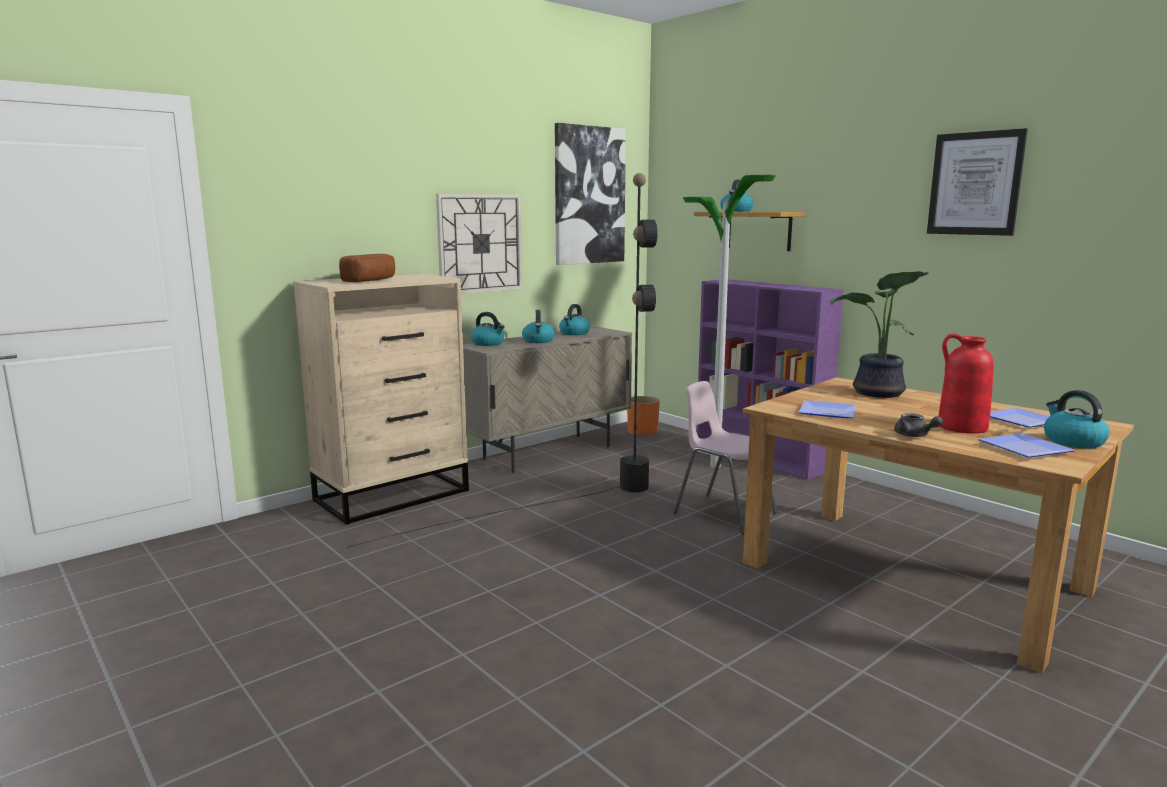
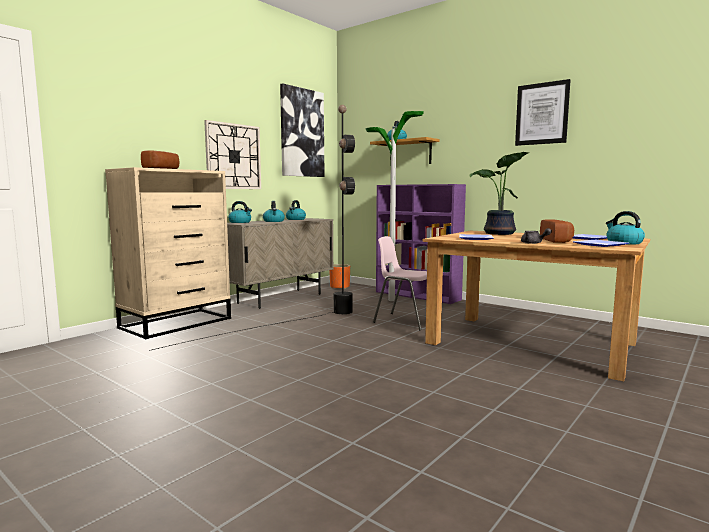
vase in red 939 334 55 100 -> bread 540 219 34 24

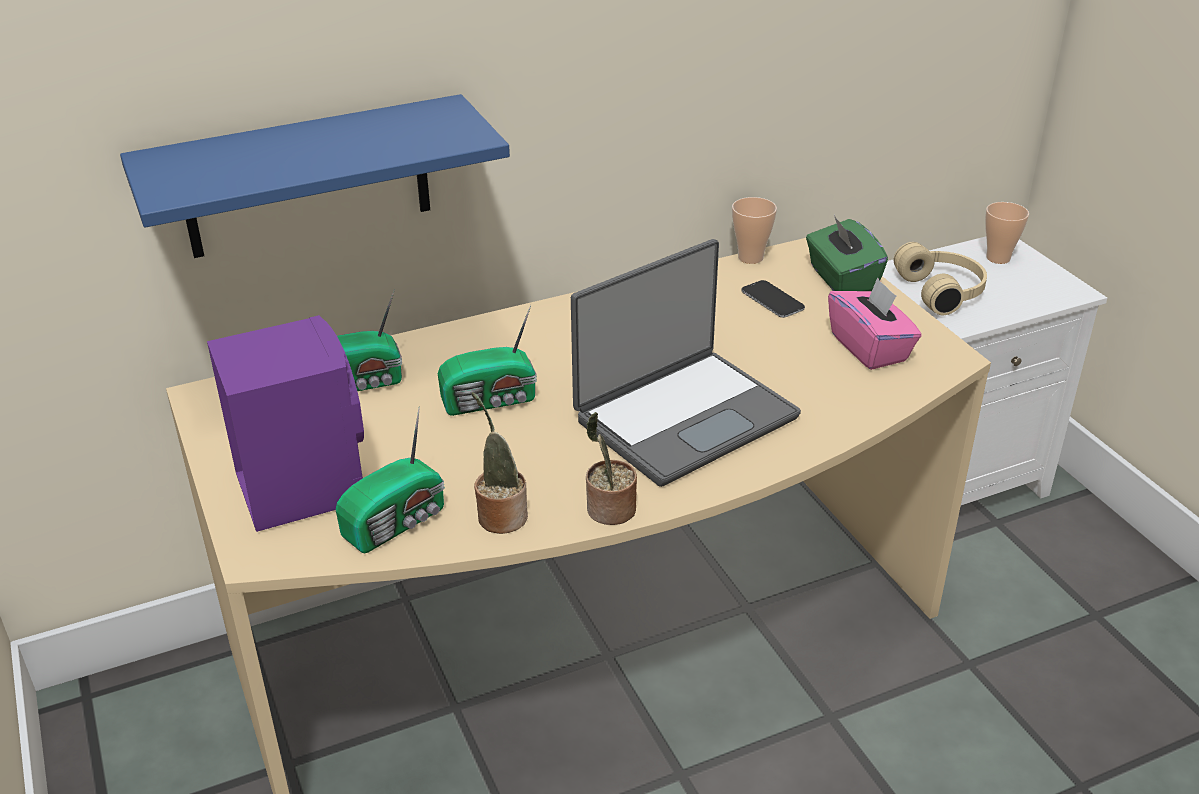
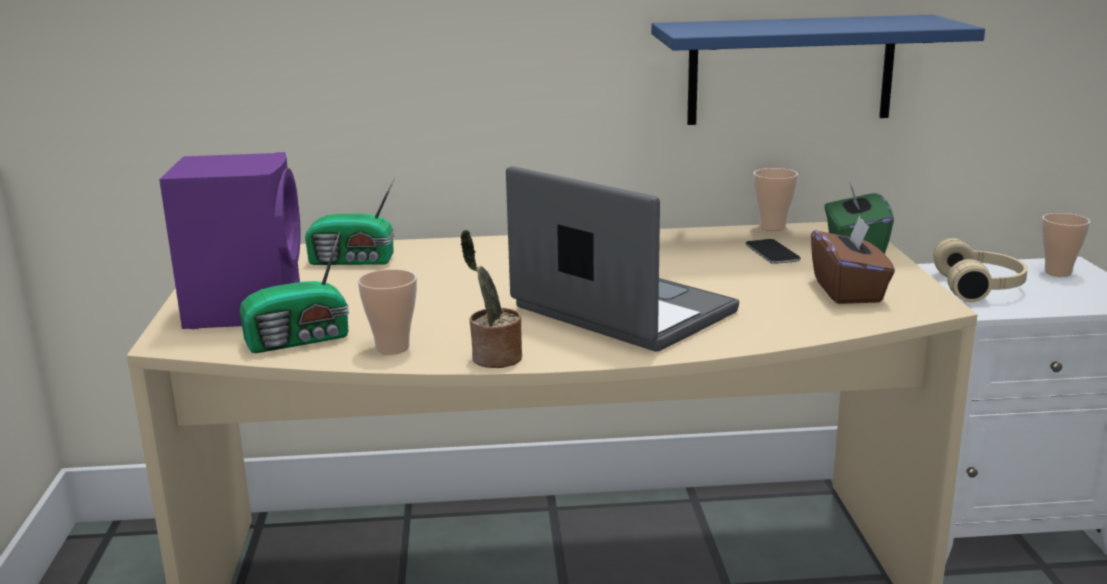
shelf in blue 120 94 390 164 -> shelf in blue 651 15 334 110, move
laptop 571 239 230 248 -> laptop 506 166 233 186, 120 degrees counterclockwise
tissue box in pink 828 277 94 93 -> tissue box in brown 811 216 84 88
radio 438 305 99 111 -> none
potted plant 472 392 56 142 -> cup 358 269 59 86

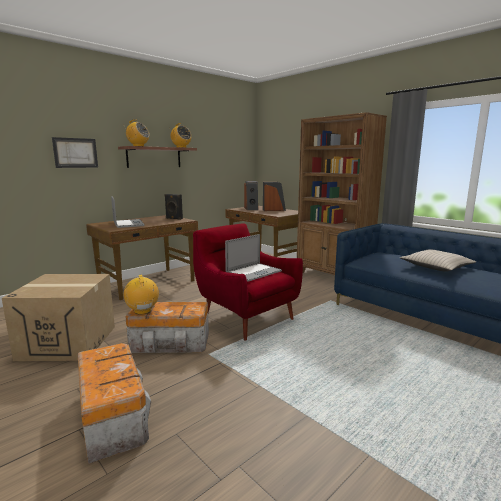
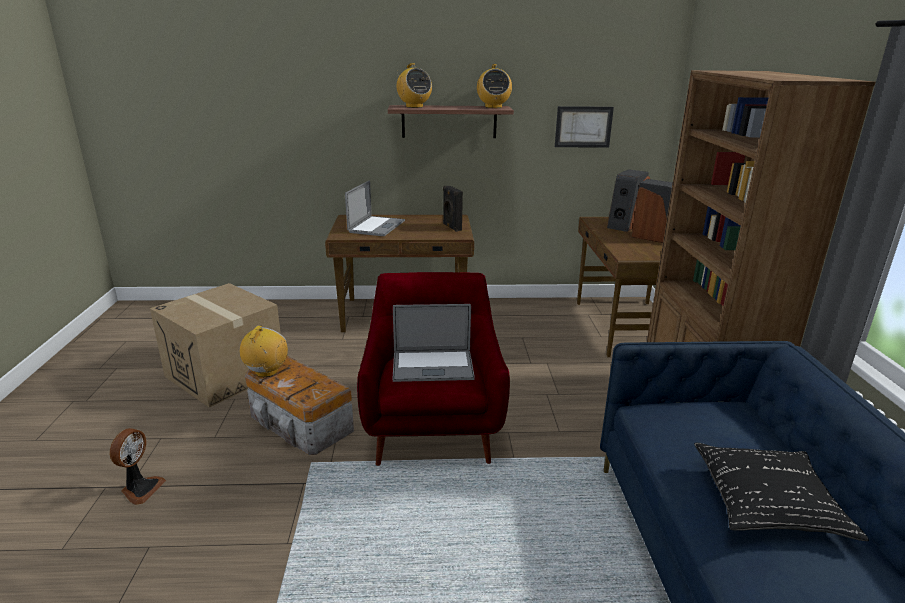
picture 52 137 46 31 -> picture 555 106 59 42, move
pillow in beige 400 249 76 23 -> pillow in black 694 443 175 98
storage box 78 343 73 121 -> fan 109 428 57 77

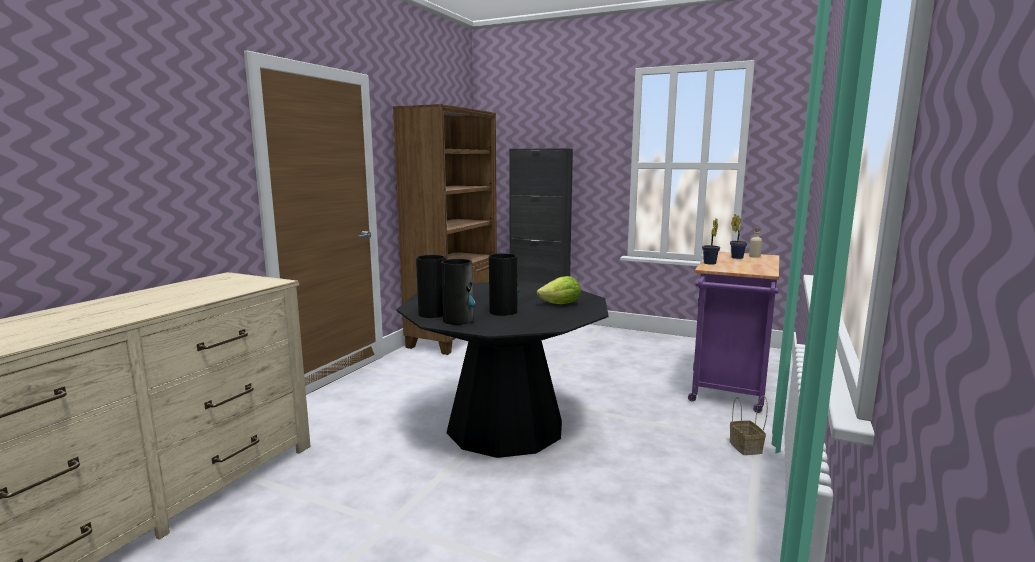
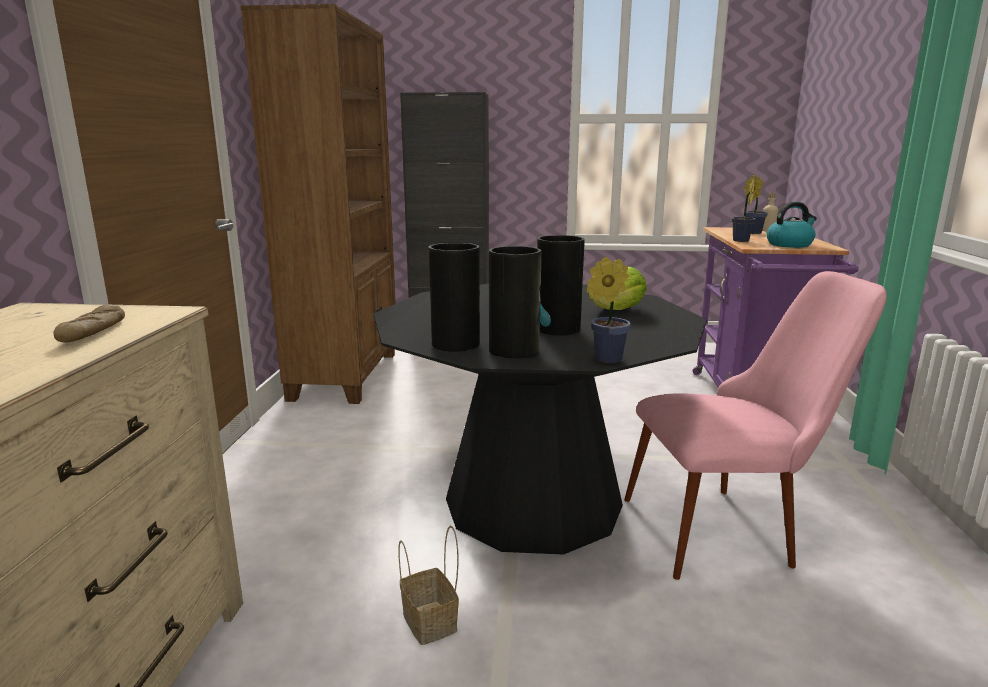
basket 730 396 38 59 -> basket 398 525 61 120, move
none -> kettle 766 202 51 46
none -> potted plant 587 257 44 106
none -> chair in pink 624 271 263 309
none -> bread 54 305 71 37

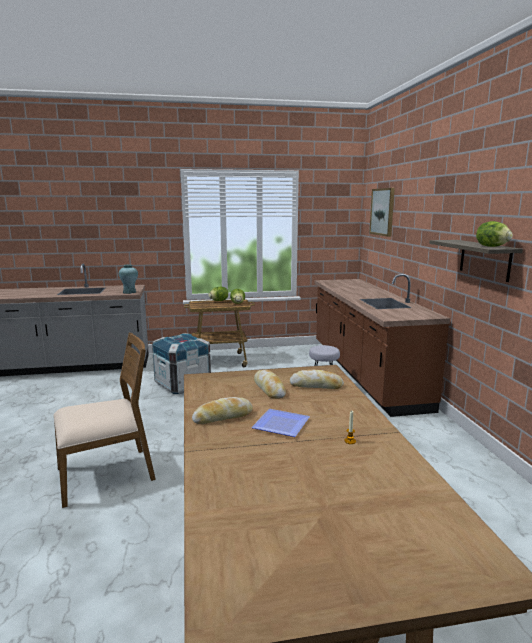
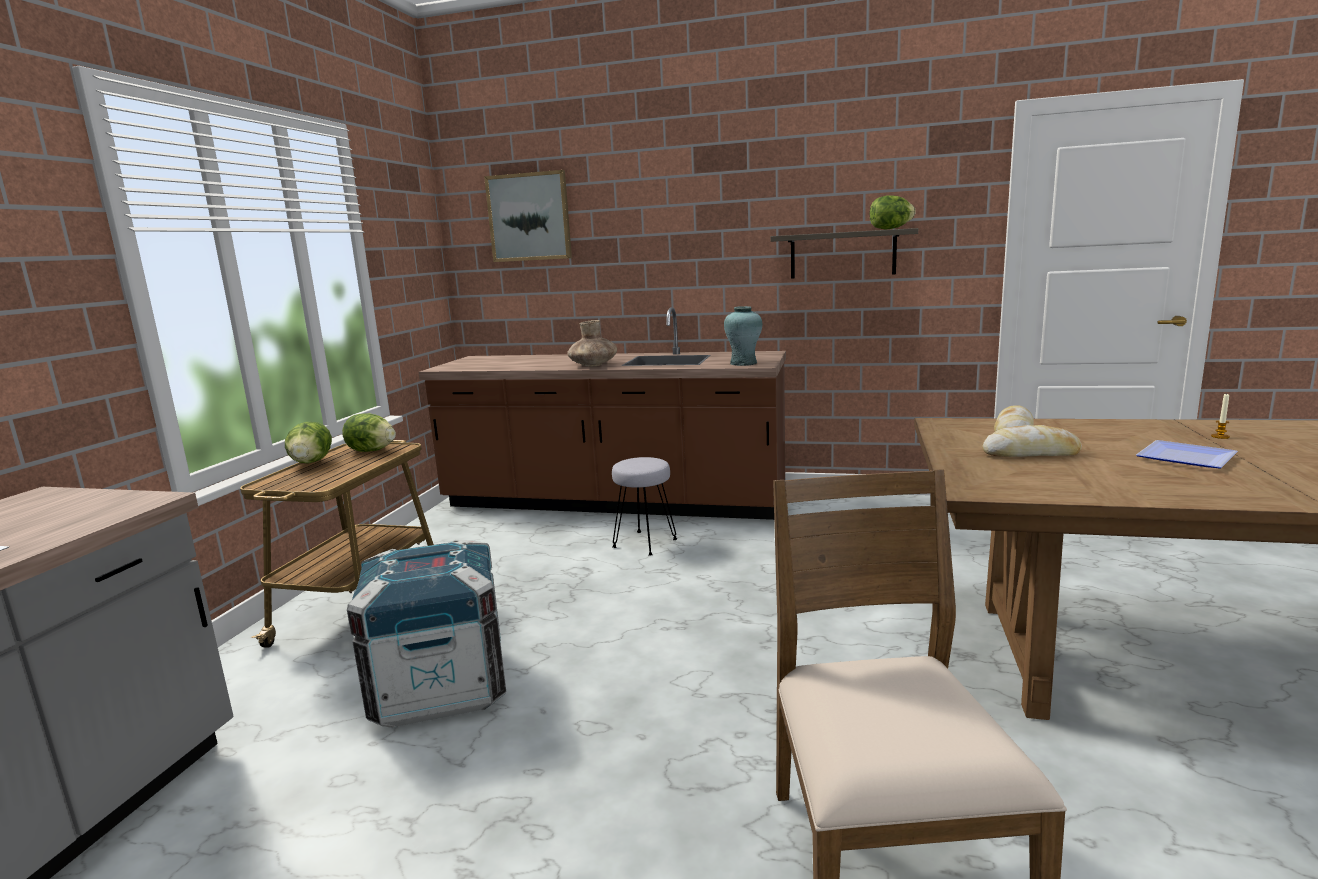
vase in turquoise 119 265 19 29 -> vase in turquoise 724 306 38 60, move
bread 192 397 61 27 -> none
none -> vase in brown 567 320 50 47

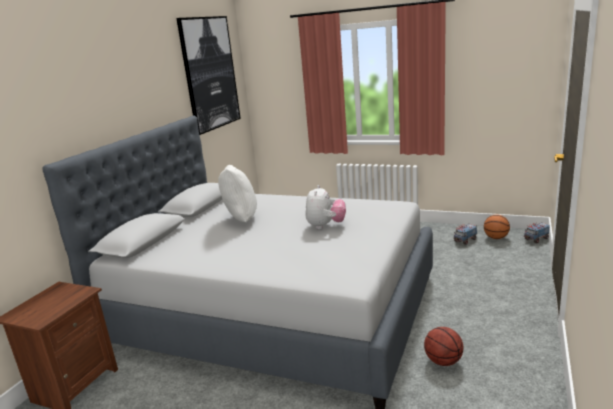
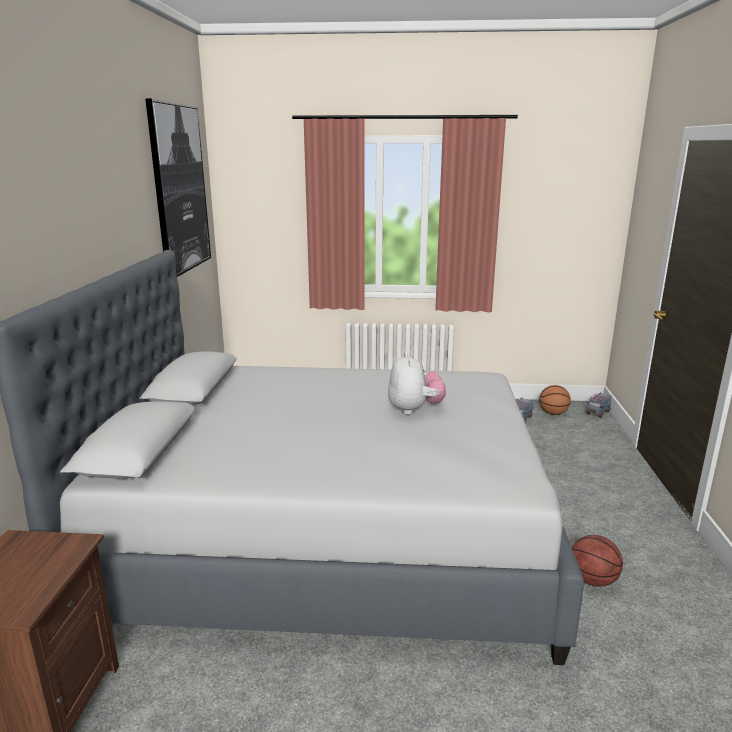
pillow in white 218 165 39 57 -> none

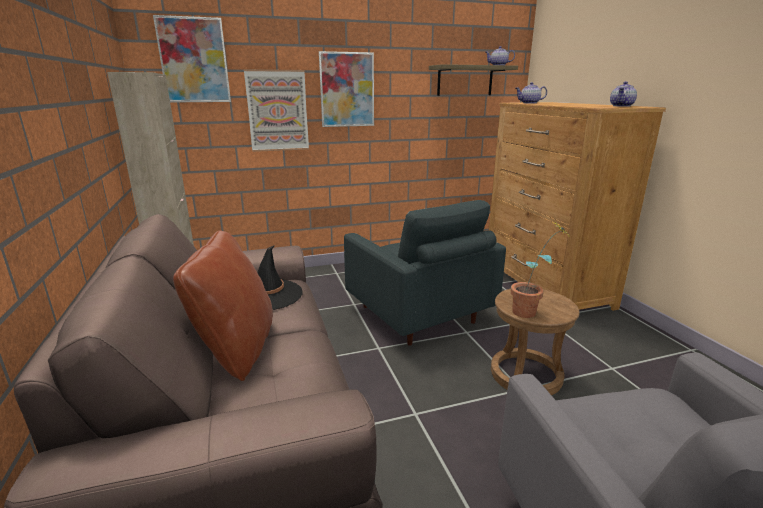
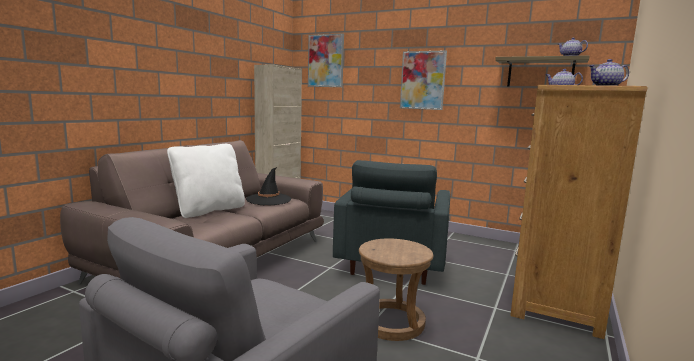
picture 244 69 65 83 -> none
potted plant 511 222 59 96 -> none
pillow in brown 173 230 100 151 -> pillow in white 167 144 78 74

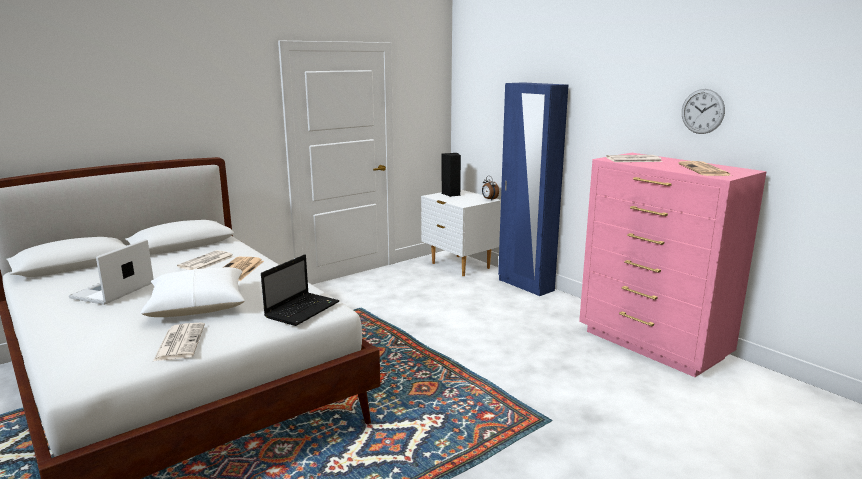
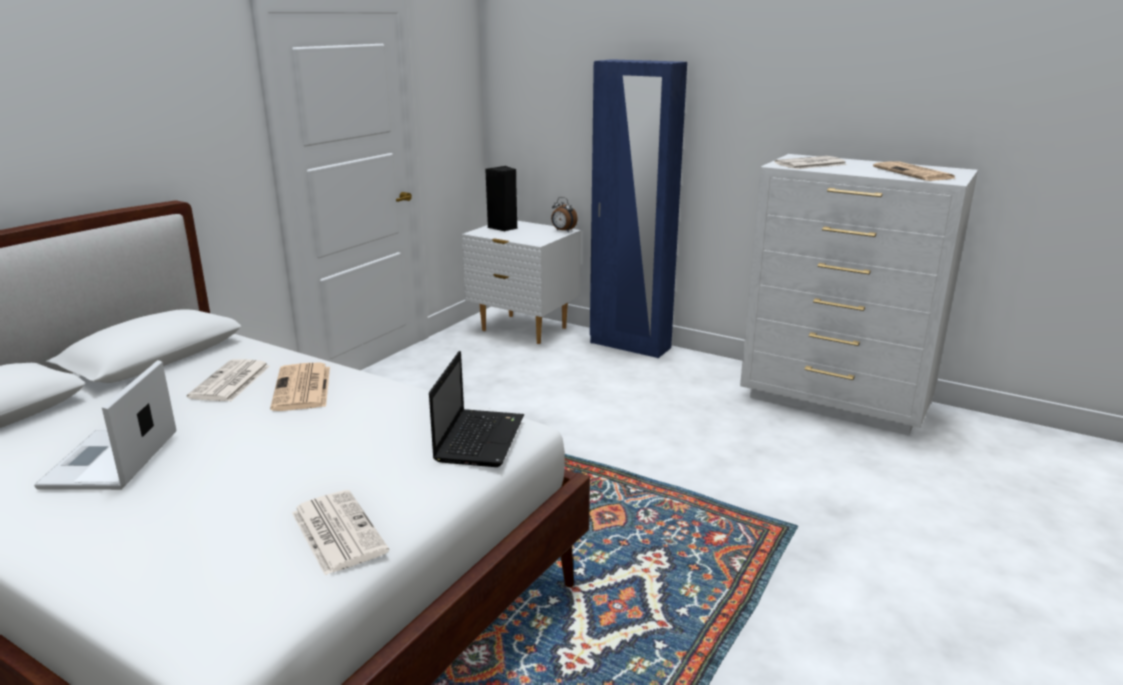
wall clock 682 89 43 45 -> none
dresser in pink 579 153 188 224 -> dresser in white 740 154 238 281
pillow in white 141 267 104 50 -> none

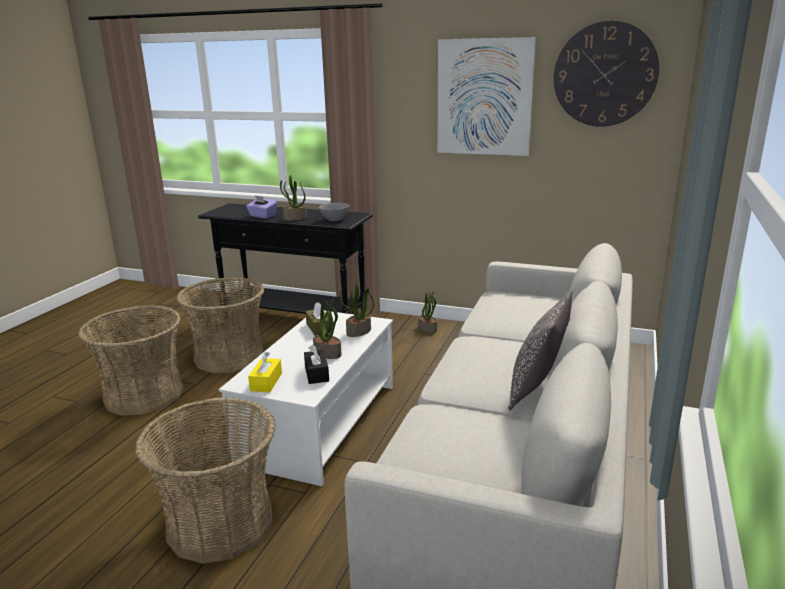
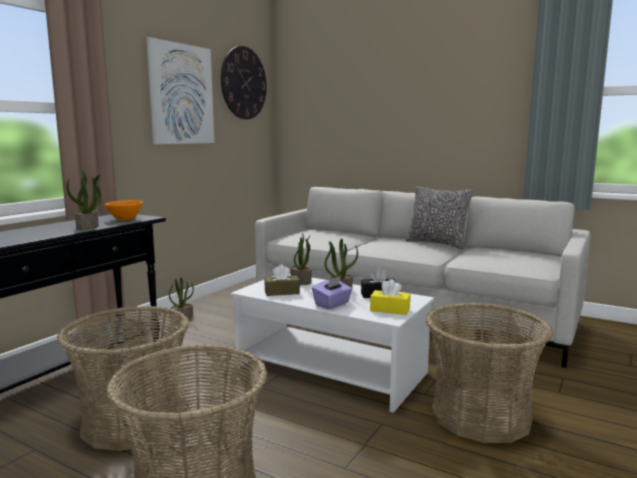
tissue box in purple 246 195 31 24 -> tissue box in purple 312 276 41 33, move
bowl in grey 319 203 31 18 -> bowl in orange 105 200 38 20

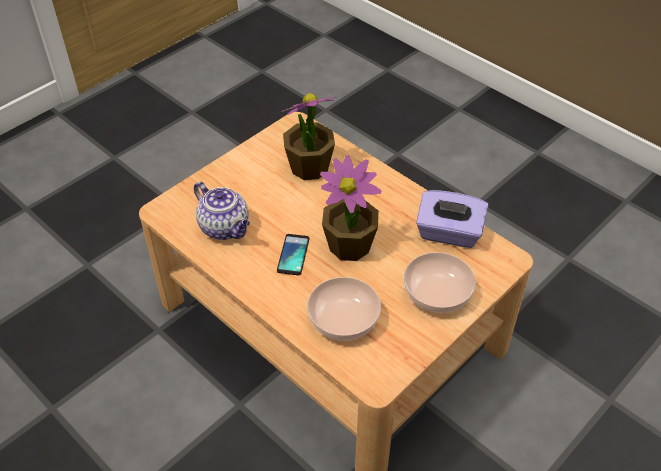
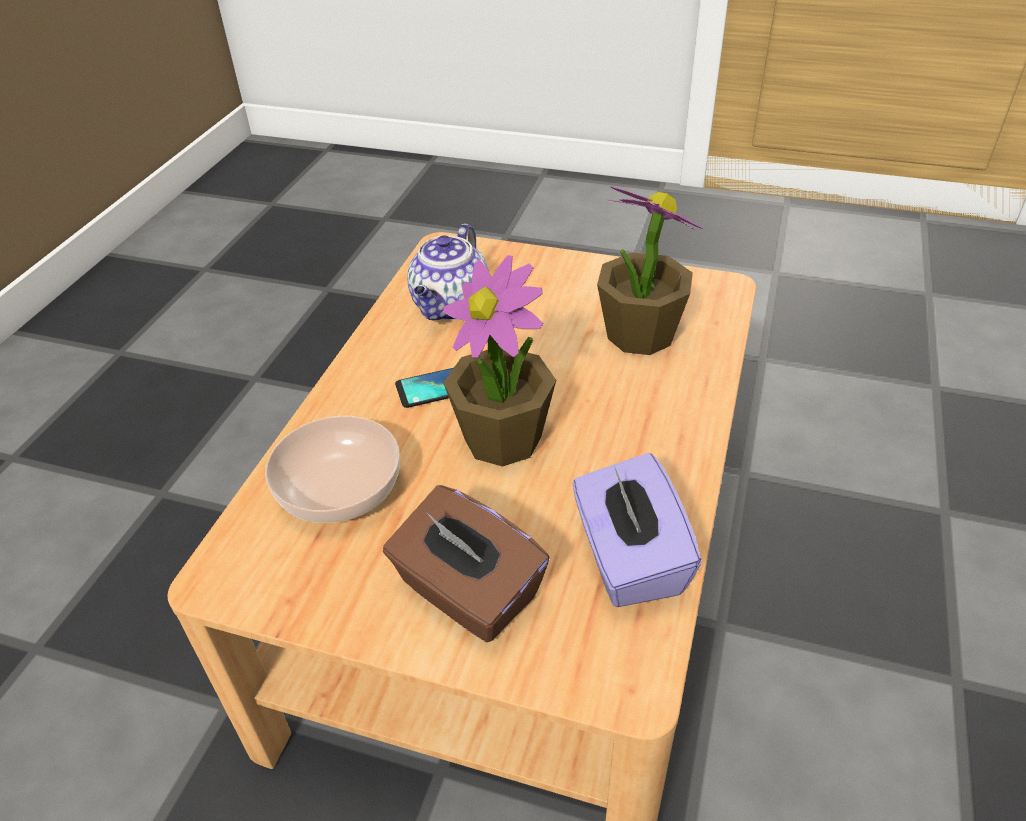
bowl 404 252 72 61 -> tissue box in brown 383 485 167 157

